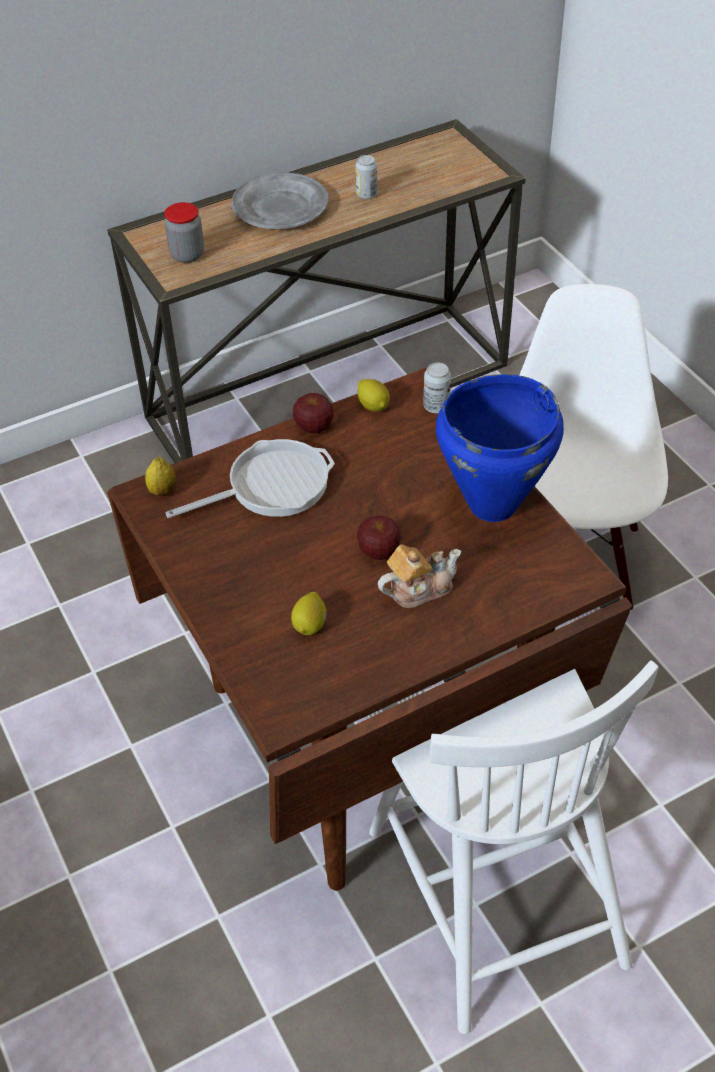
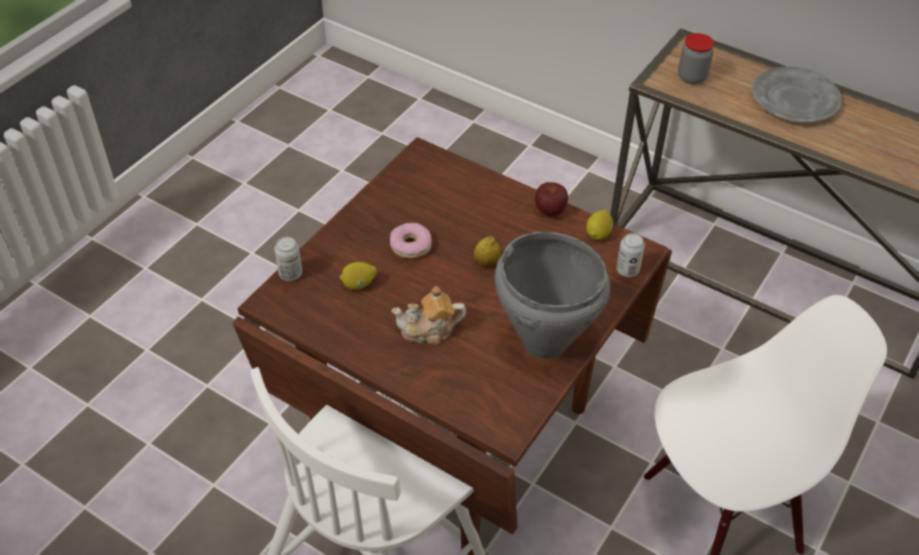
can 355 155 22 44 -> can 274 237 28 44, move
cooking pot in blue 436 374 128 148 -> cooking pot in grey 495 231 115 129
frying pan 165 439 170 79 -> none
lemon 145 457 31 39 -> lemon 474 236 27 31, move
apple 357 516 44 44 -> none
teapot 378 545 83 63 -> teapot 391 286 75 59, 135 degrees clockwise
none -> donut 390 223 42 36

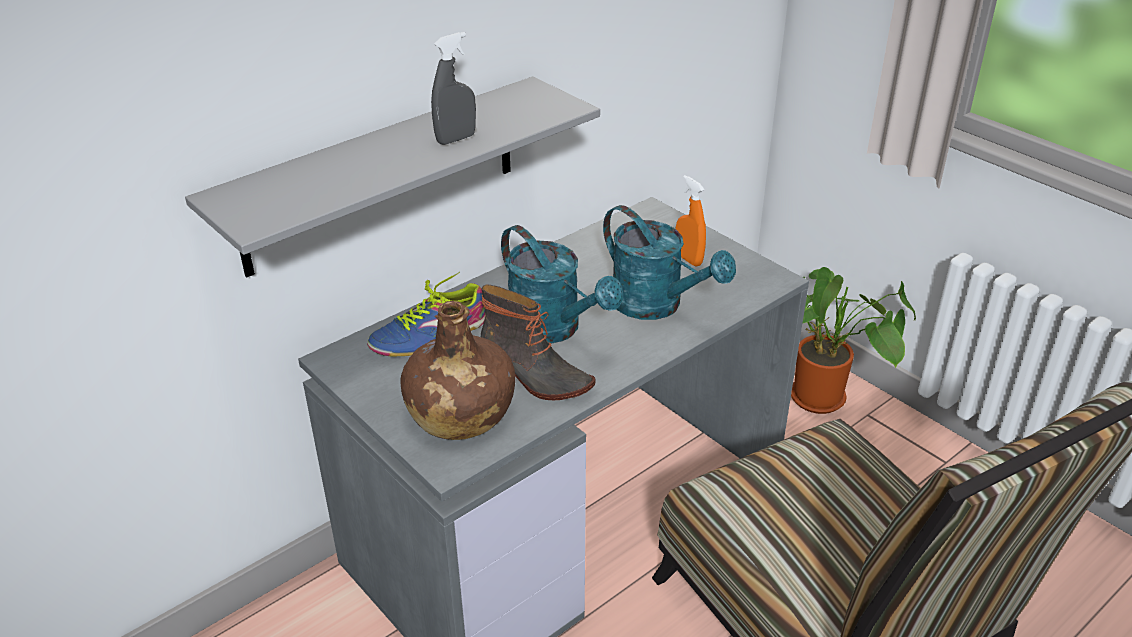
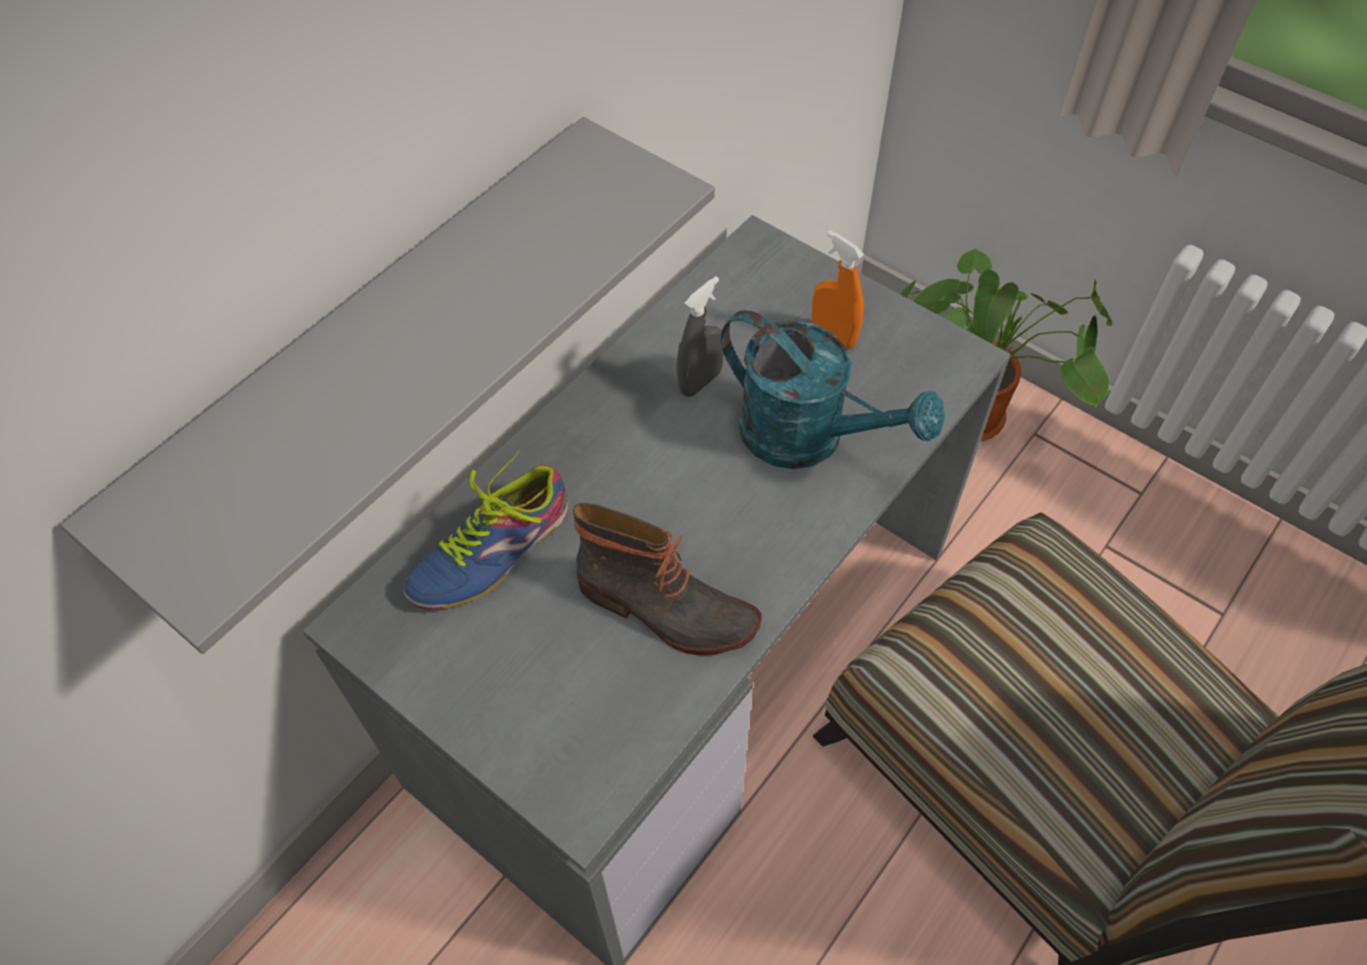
spray bottle in grey 431 32 45 113 -> spray bottle in grey 677 276 47 121, move
watering can in turquoise 501 225 122 119 -> none
bottle in brown 400 301 115 139 -> none

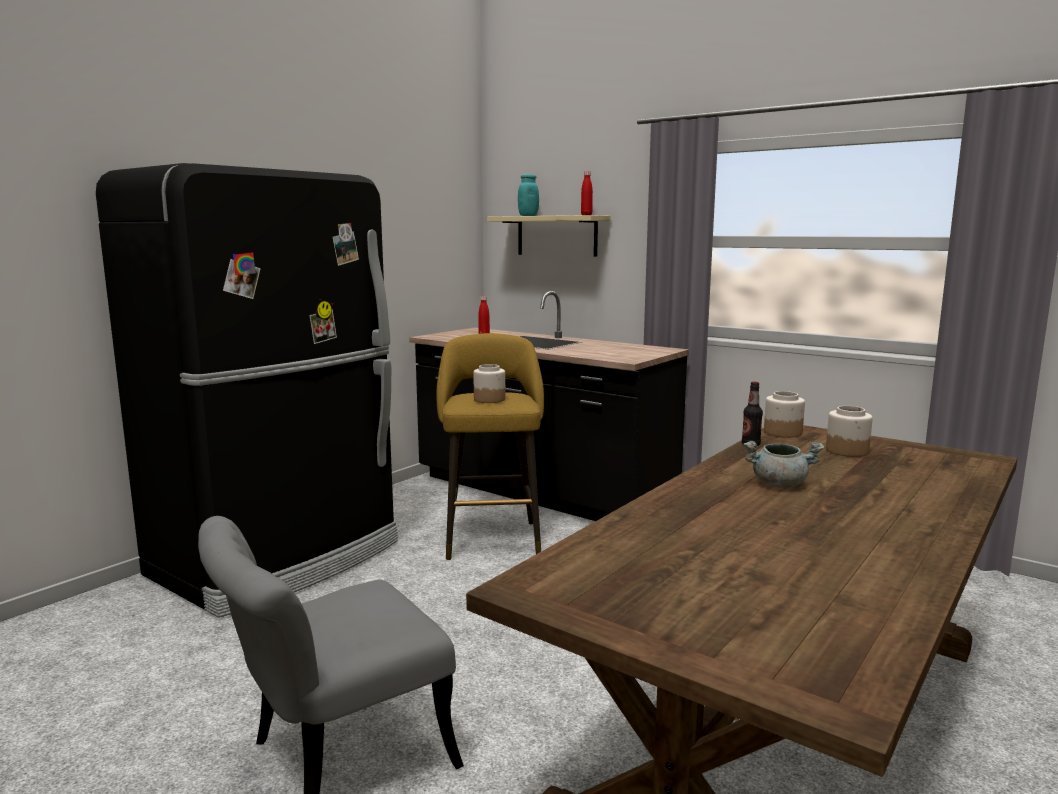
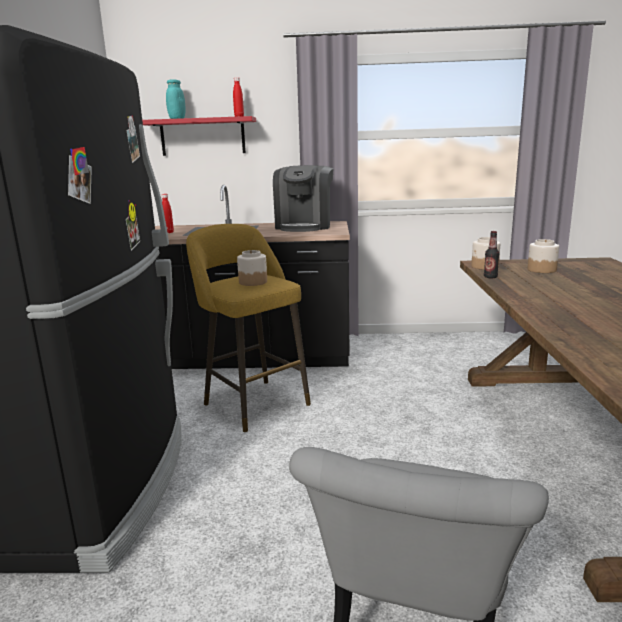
shelf in beige 487 215 124 42 -> shelf in red 142 116 114 40
cooking pot in grey 743 441 81 47 -> none
none -> coffee machine 273 165 61 67

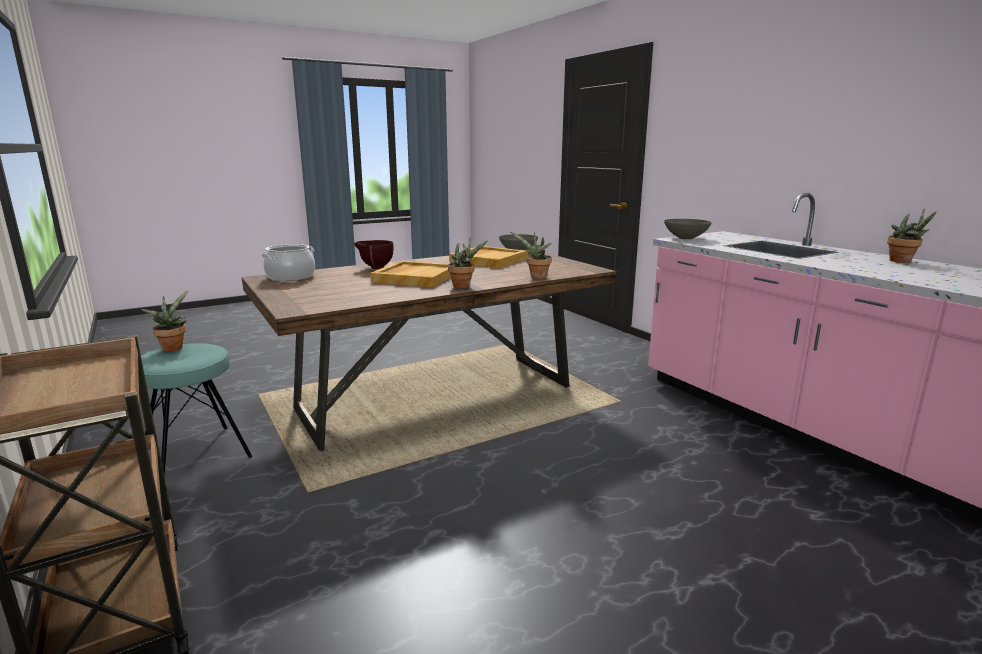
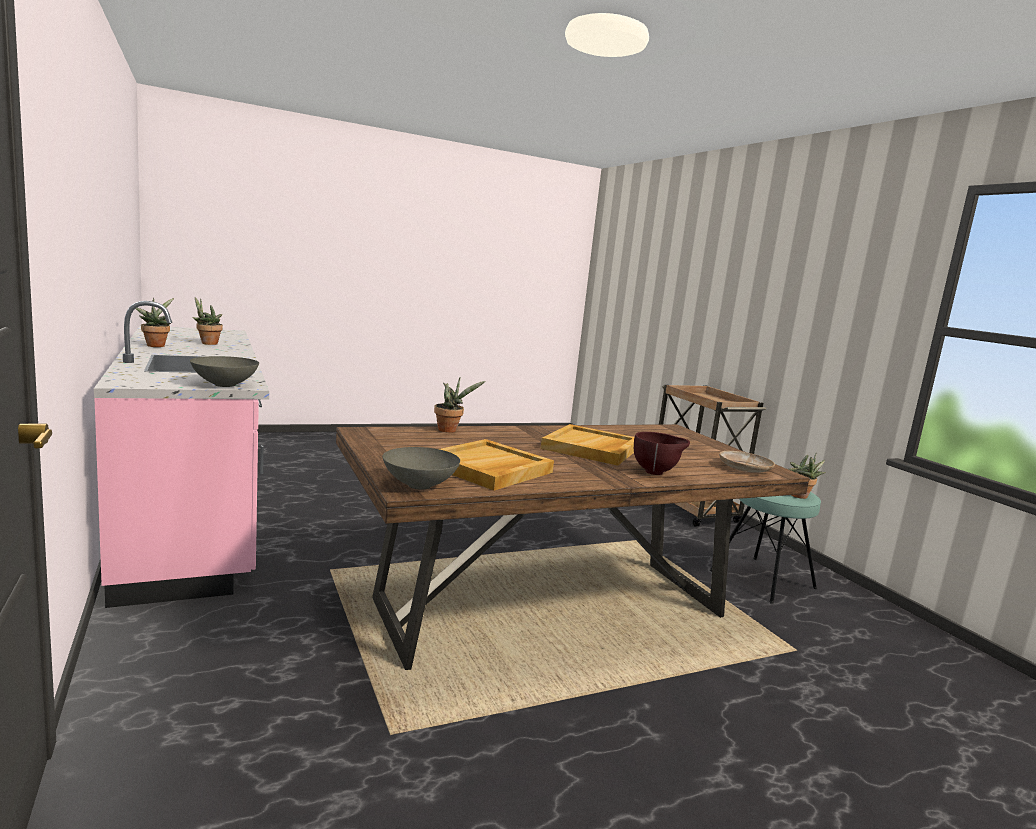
potted plant 448 237 40 51 -> potted plant 192 297 31 48, move
cooking pot 261 244 54 37 -> plate in beige 719 451 56 22

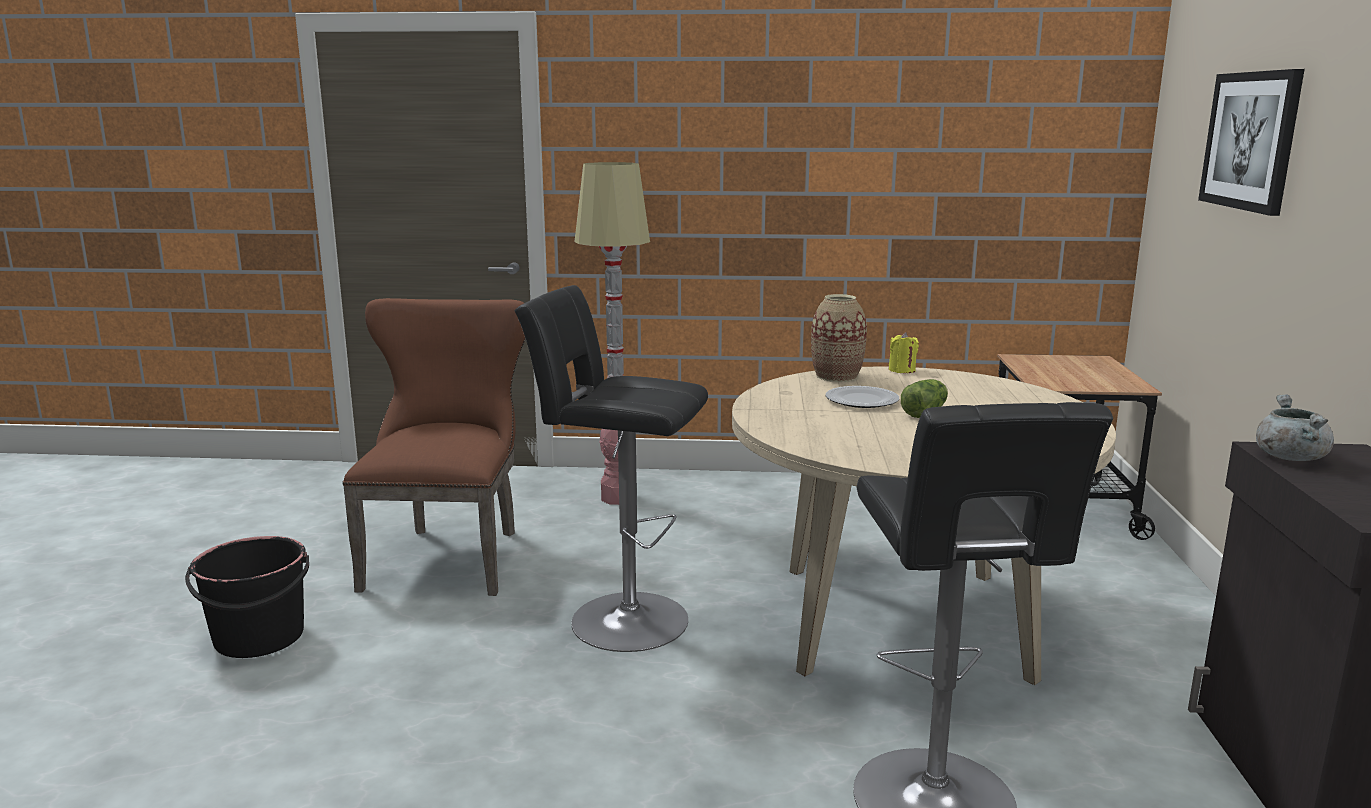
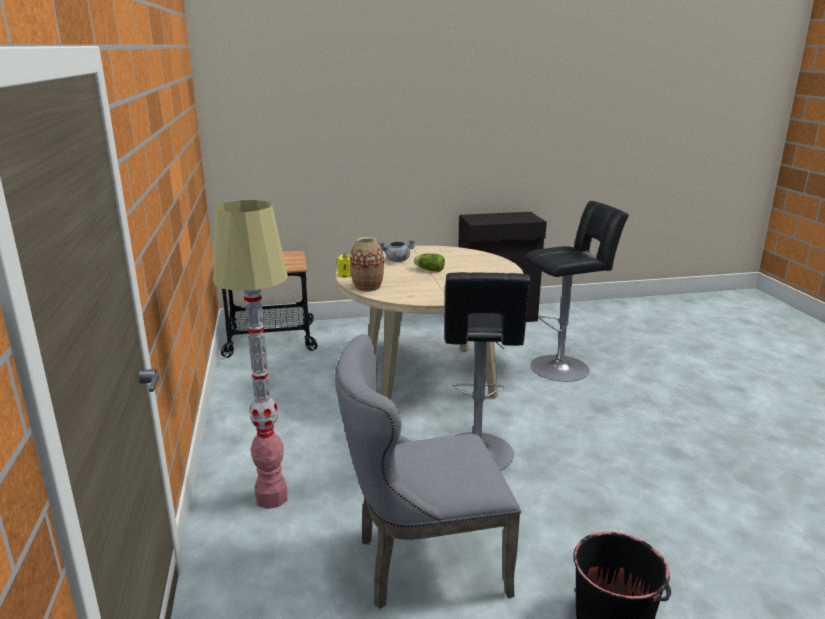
picture 1198 69 107 147 -> none
chair in brown 343 298 183 298 -> chair in grey 335 334 186 275
plate 825 386 74 22 -> none
cooking pot in grey 1256 394 78 67 -> cooking pot in grey 378 239 37 23, move

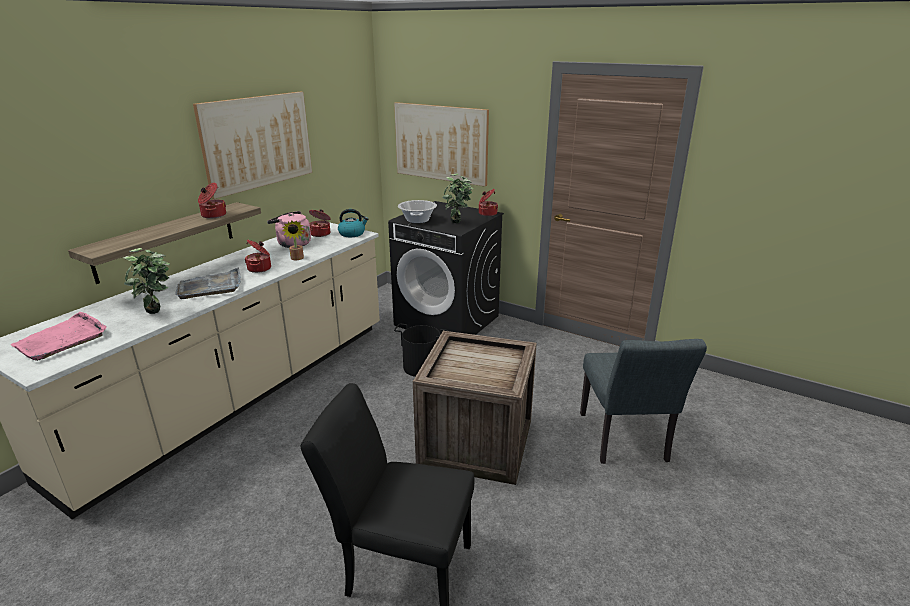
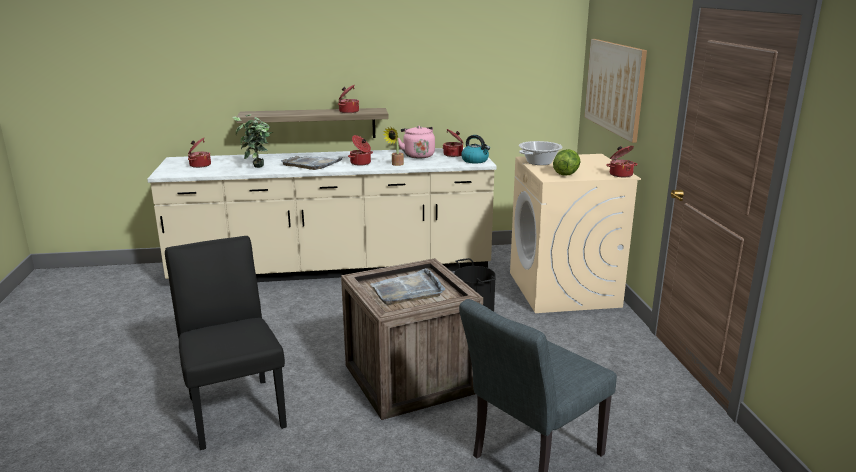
picture 193 92 119 107 -> none
potted plant 442 174 31 49 -> lettuce 553 149 27 27
washing machine in black 388 201 116 134 -> washing machine in beige 510 154 131 159
tray in pink 10 312 97 49 -> cooking pot 188 138 23 30
none -> tray in grey 370 268 75 37

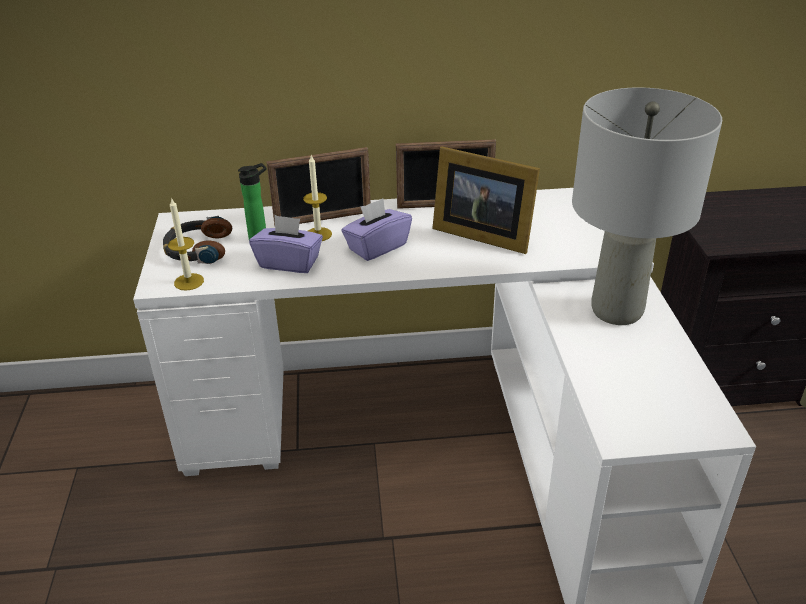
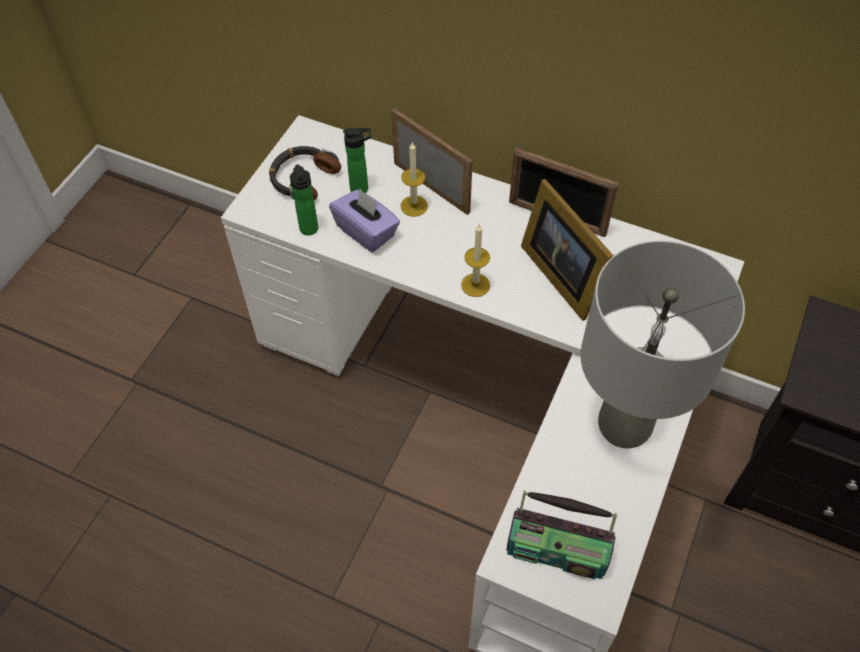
picture frame 266 147 105 78 -> picture frame 391 108 82 107, 150 degrees counterclockwise
candle 168 197 36 94 -> candle 461 224 29 73, move
tissue box in purple 341 198 71 63 -> none
none -> bottle 290 165 28 71
none -> radio 506 490 111 89

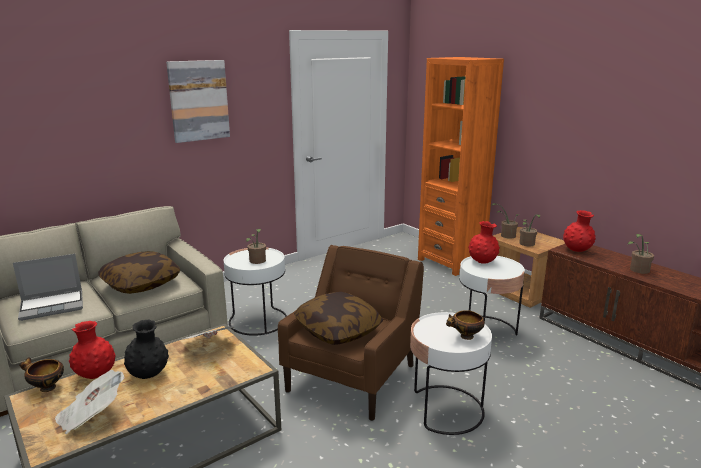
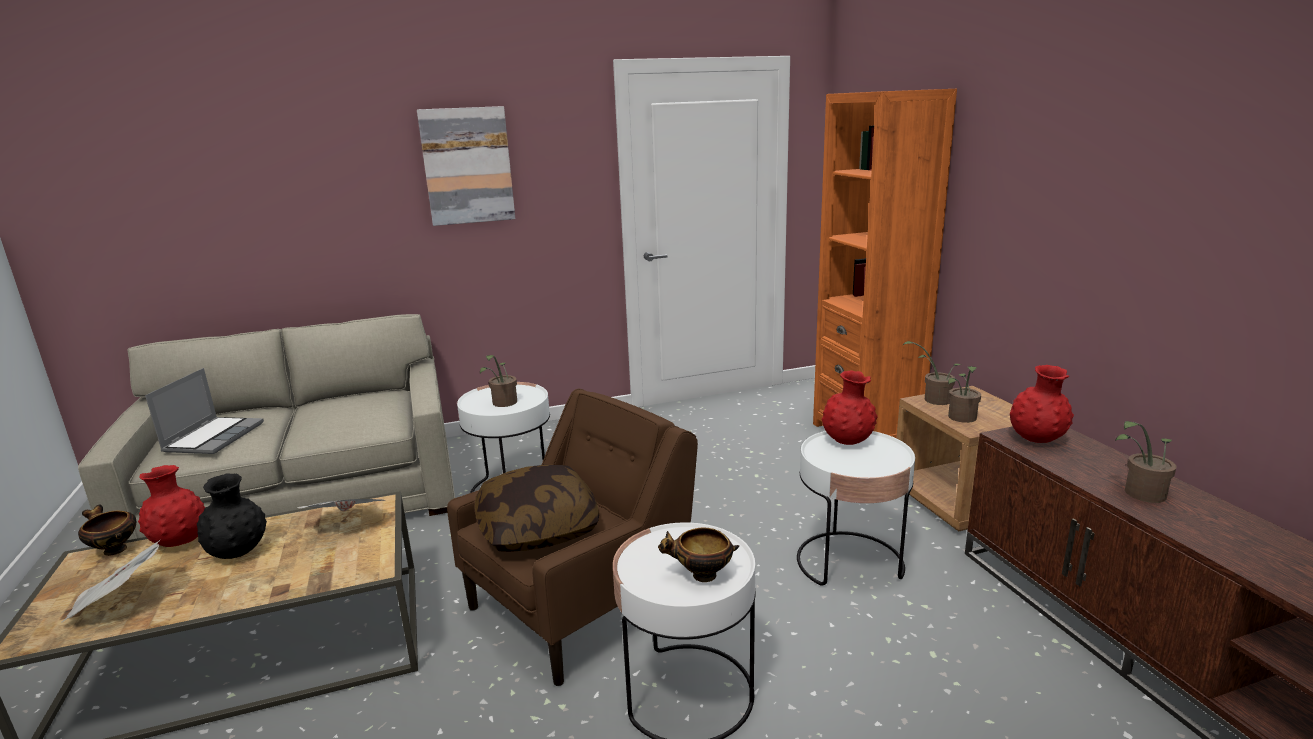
pillow 98 251 82 43 -> none
laptop 13 254 70 67 -> laptop 145 368 119 86, 75 degrees counterclockwise

